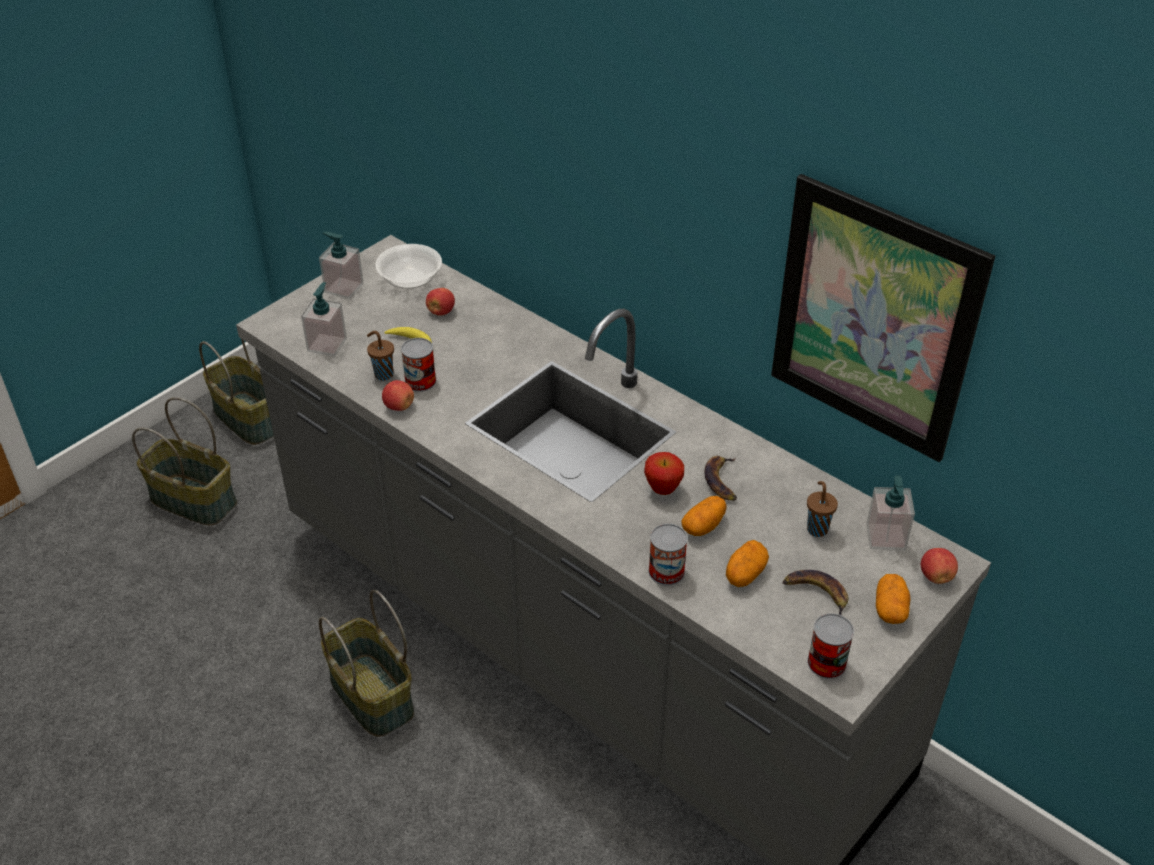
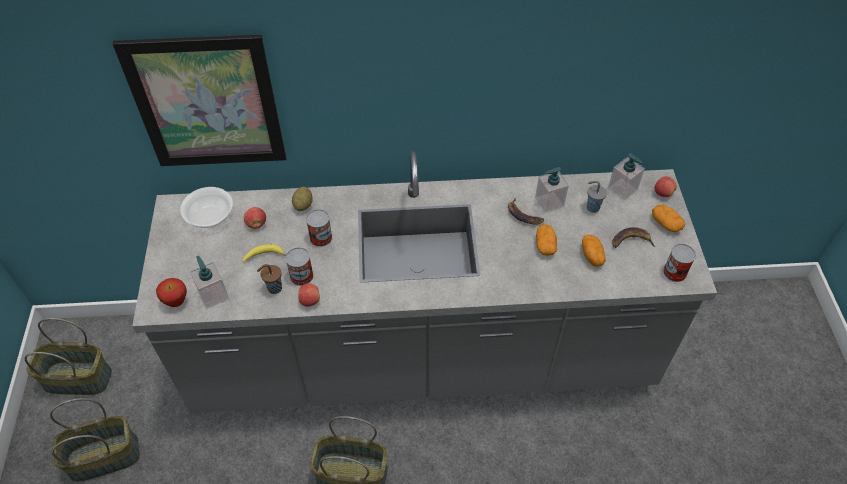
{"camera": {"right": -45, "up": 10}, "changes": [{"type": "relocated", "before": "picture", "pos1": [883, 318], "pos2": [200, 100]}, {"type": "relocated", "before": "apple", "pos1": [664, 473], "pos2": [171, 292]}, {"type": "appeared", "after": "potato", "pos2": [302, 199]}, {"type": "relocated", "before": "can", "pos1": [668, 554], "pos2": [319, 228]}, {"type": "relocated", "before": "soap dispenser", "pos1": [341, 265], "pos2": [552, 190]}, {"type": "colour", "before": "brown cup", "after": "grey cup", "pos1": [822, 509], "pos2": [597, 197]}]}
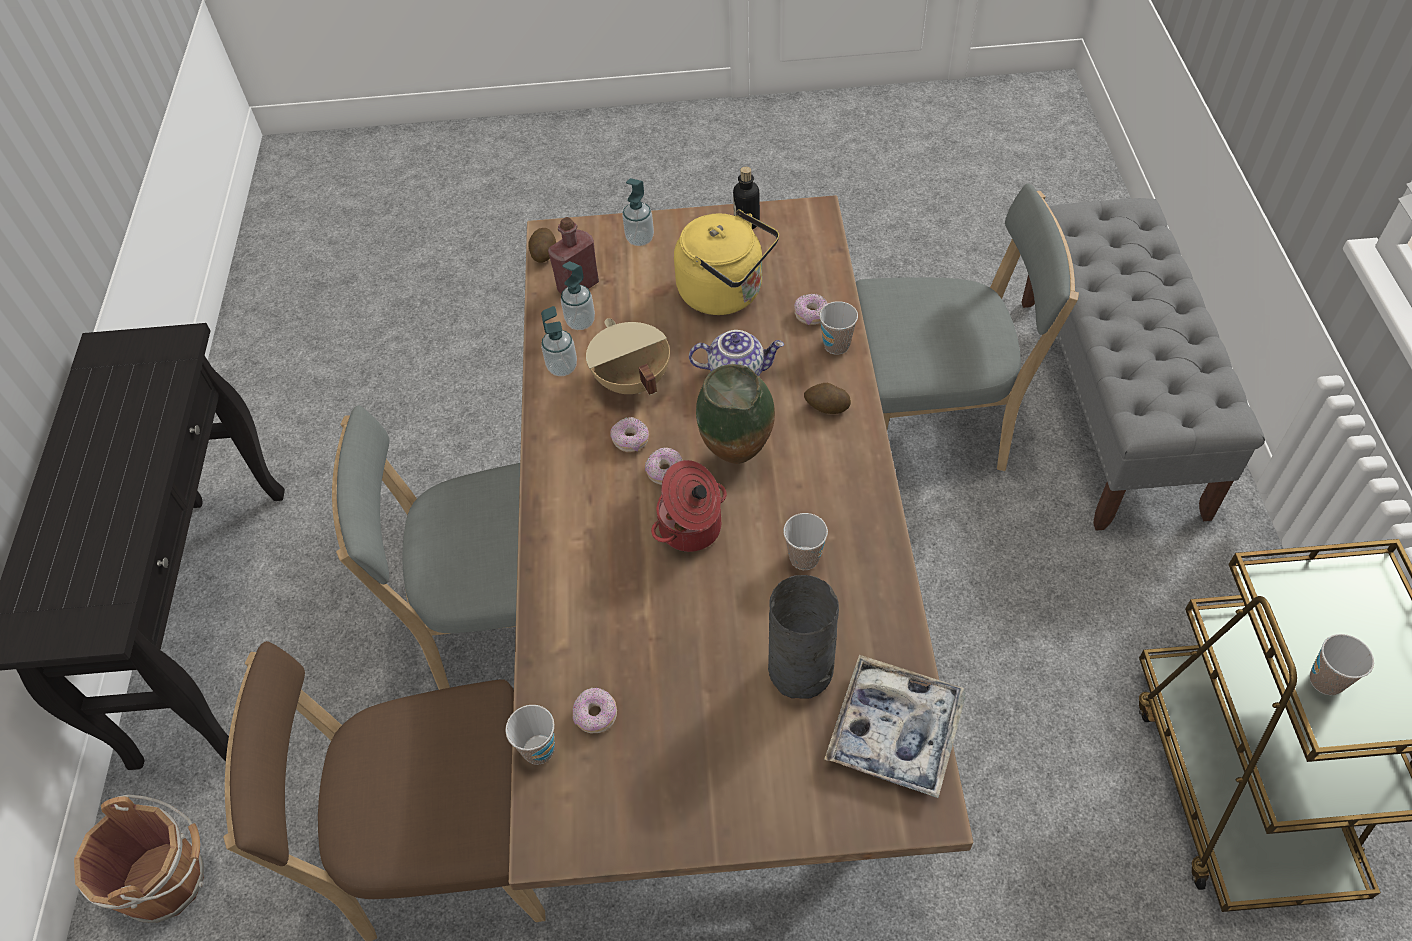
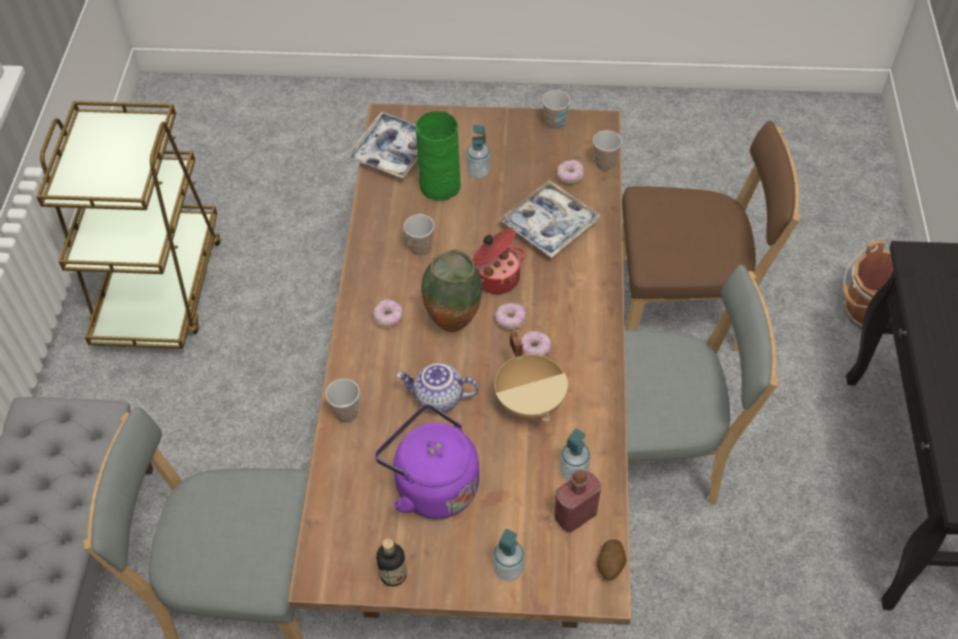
{"camera": {"right": -175, "up": 0}, "changes": [{"type": "relocated", "before": "donut", "pos1": [811, 309], "pos2": [388, 313]}, {"type": "colour", "before": "yellow kettle", "after": "purple kettle", "pos1": [726, 262], "pos2": [427, 461]}, {"type": "colour", "before": "grey vase", "after": "green vase", "pos1": [803, 637], "pos2": [438, 156]}, {"type": "relocated", "before": "soap dispenser", "pos1": [559, 341], "pos2": [478, 152]}, {"type": "appeared", "after": "tray", "pos2": [549, 219]}, {"type": "relocated", "before": "cup", "pos1": [1342, 664], "pos2": [556, 110]}, {"type": "missing", "before": "potato", "pos1": [827, 398]}]}
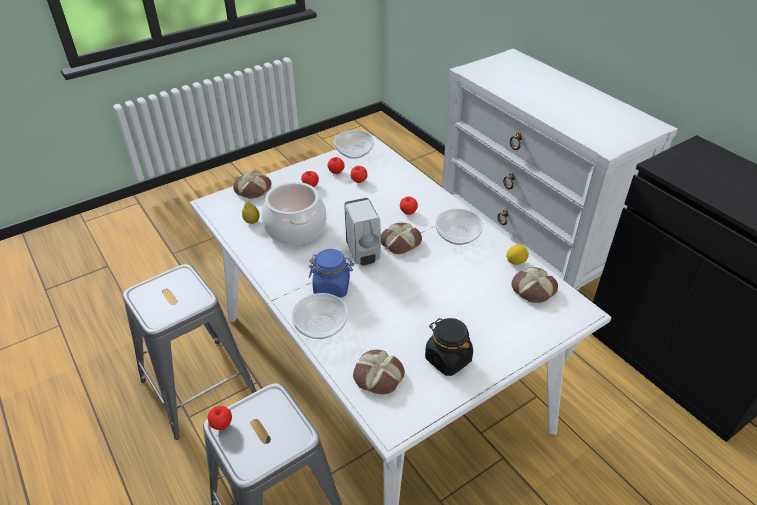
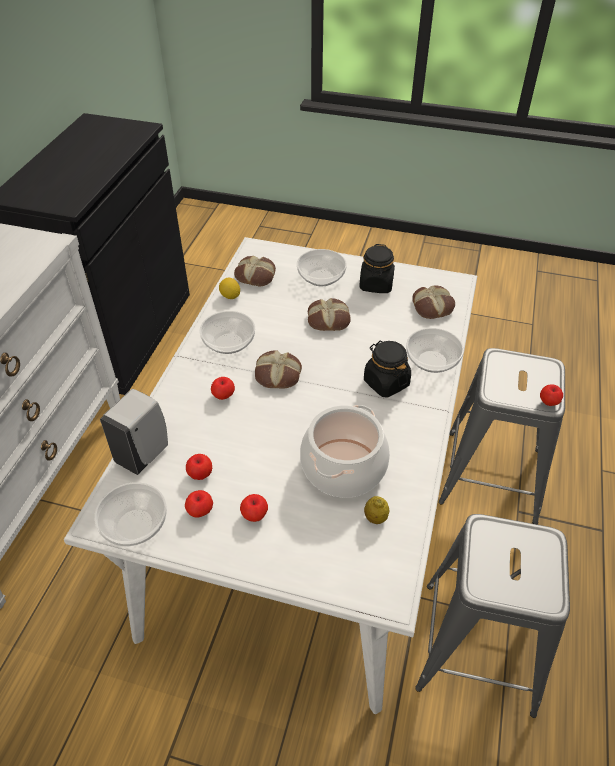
{"camera": {"right": -130, "up": 5}, "changes": [{"type": "relocated", "before": "white soap dispenser", "pos1": [362, 231], "pos2": [134, 432]}, {"type": "appeared", "after": "bowl", "pos2": [322, 267]}, {"type": "relocated", "before": "bread", "pos1": [252, 185], "pos2": [329, 314]}, {"type": "colour", "before": "blue jar", "after": "black jar", "pos1": [331, 273], "pos2": [387, 369]}]}
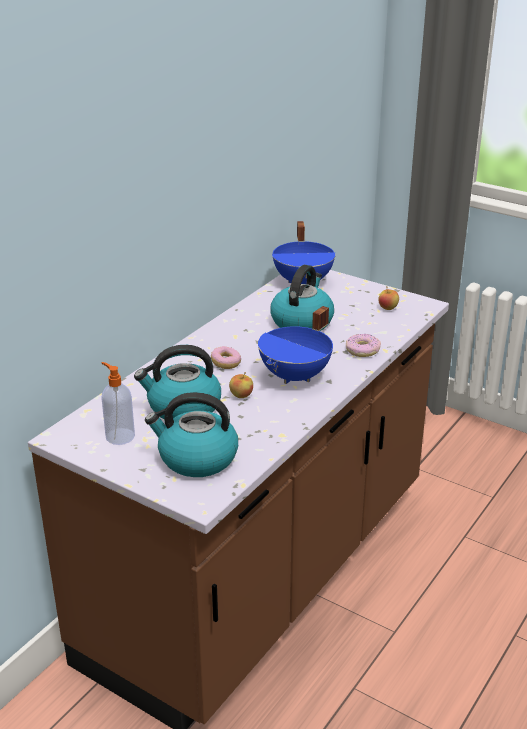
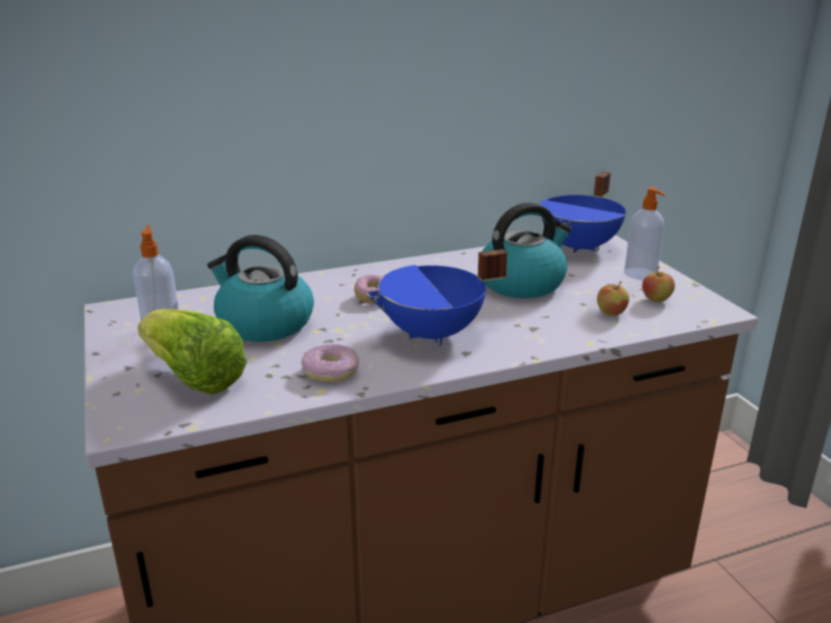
{"camera": {"right": 35, "up": -5}, "changes": [{"type": "exchanged", "before": "kettle", "after": "lettuce", "pos1": [191, 434], "pos2": [192, 352]}, {"type": "relocated", "before": "donut", "pos1": [363, 345], "pos2": [330, 363]}, {"type": "relocated", "before": "apple", "pos1": [241, 385], "pos2": [613, 298]}, {"type": "appeared", "after": "soap dispenser", "pos2": [644, 233]}]}
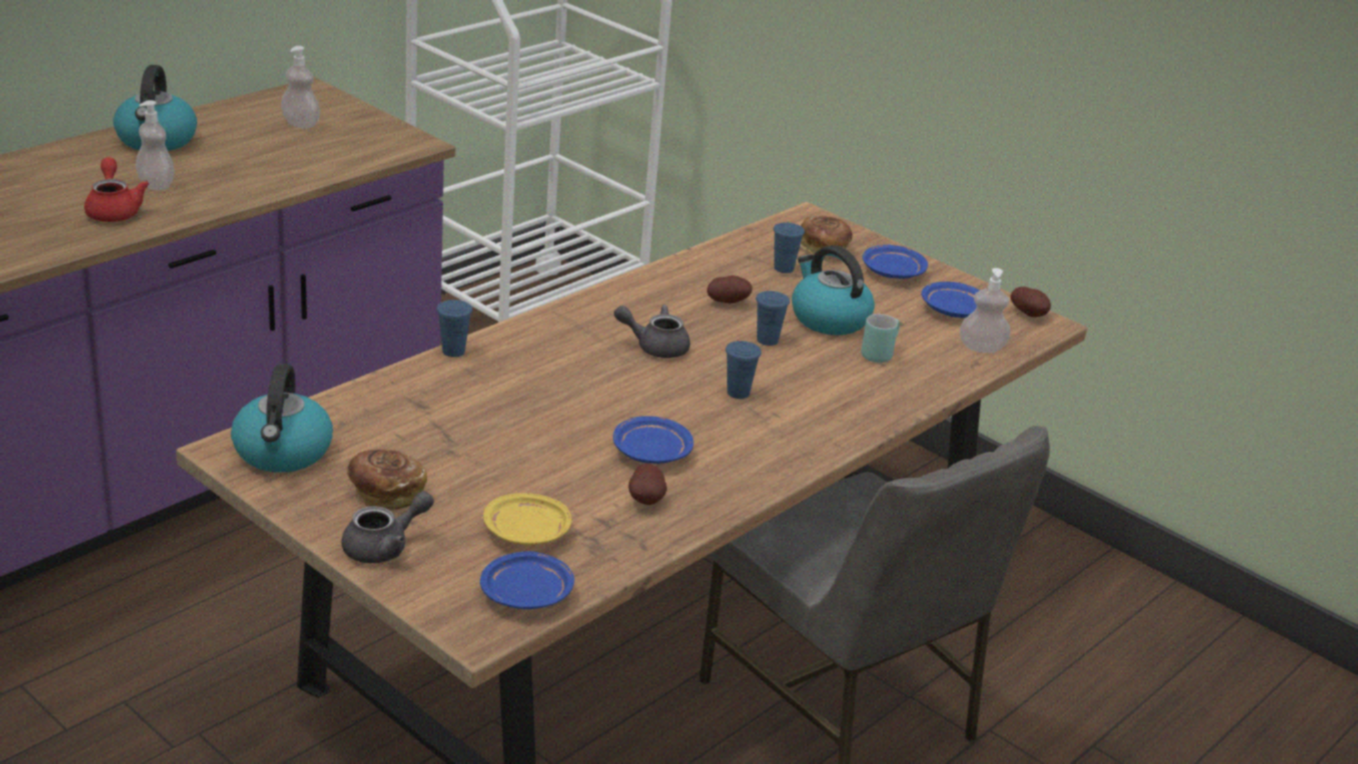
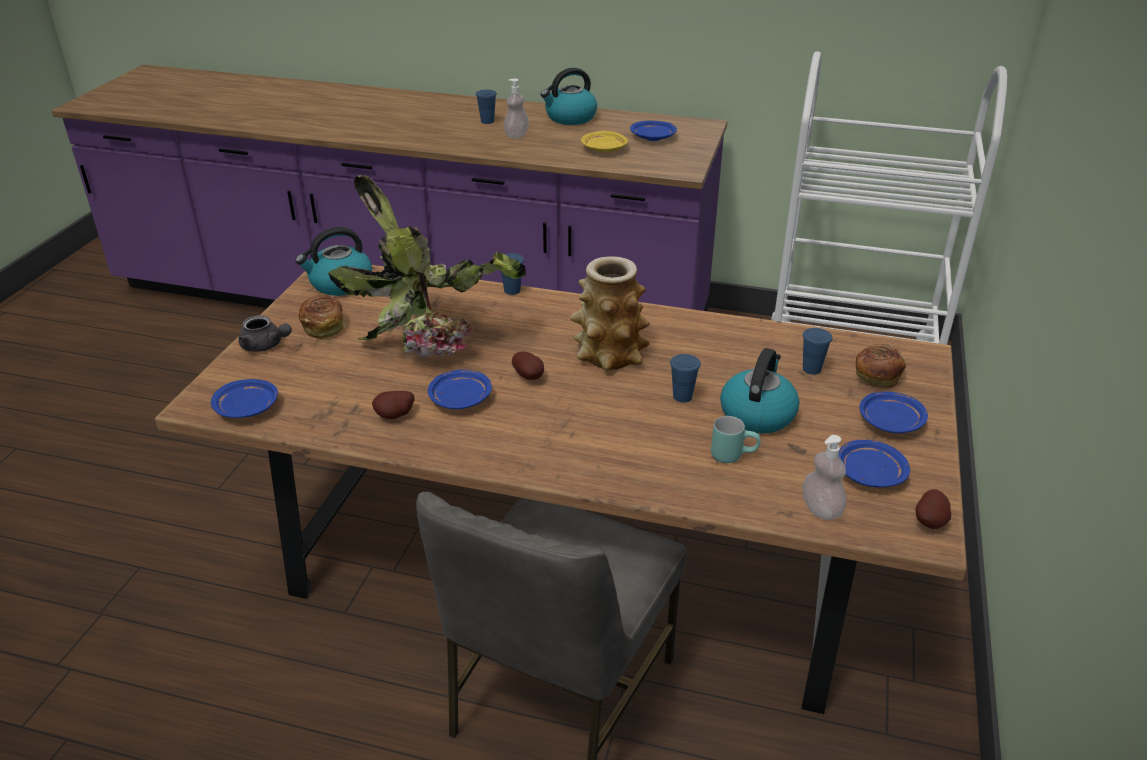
{"camera": {"right": 65, "up": 5}, "changes": [{"type": "appeared", "after": "potted plant", "pos2": [427, 266]}, {"type": "relocated", "before": "blue cup", "pos1": [743, 370], "pos2": [486, 107]}, {"type": "relocated", "before": "potato", "pos1": [730, 289], "pos2": [528, 365]}, {"type": "exchanged", "before": "grey teapot", "after": "vase", "pos1": [652, 331], "pos2": [610, 313]}, {"type": "relocated", "before": "yellow plate", "pos1": [527, 519], "pos2": [604, 142]}, {"type": "exchanged", "before": "soap dispenser", "after": "blue plate", "pos1": [300, 87], "pos2": [653, 131]}, {"type": "missing", "before": "red teapot", "pos1": [116, 189]}]}
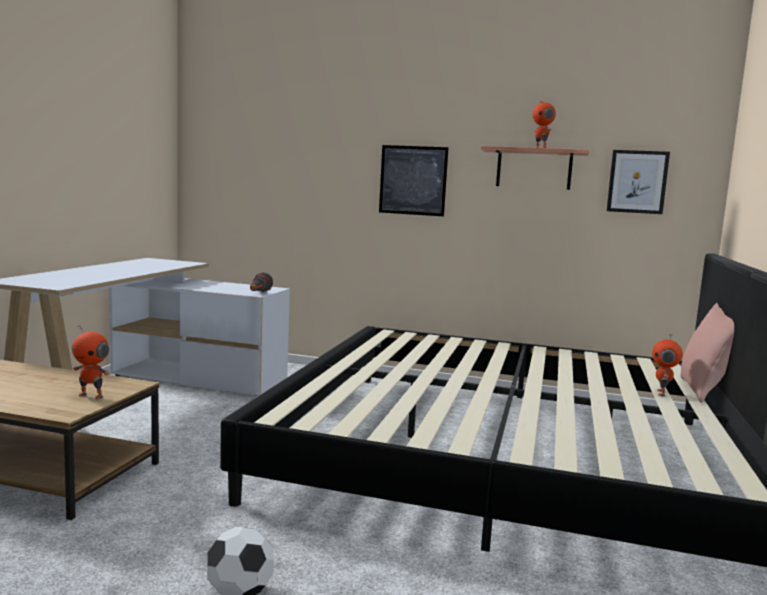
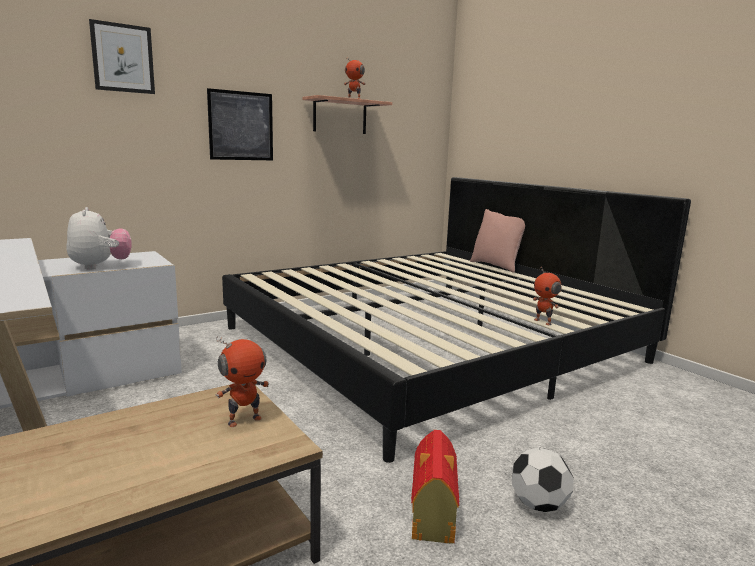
{"camera": {"right": -50, "up": 5}, "changes": [{"type": "appeared", "after": "plush toy", "pos2": [99, 238]}, {"type": "relocated", "before": "picture", "pos1": [638, 182], "pos2": [122, 56]}, {"type": "appeared", "after": "toy house", "pos2": [435, 487]}, {"type": "relocated", "before": "toy robot", "pos1": [667, 365], "pos2": [547, 295]}, {"type": "missing", "before": "flashlight", "pos1": [261, 282]}]}
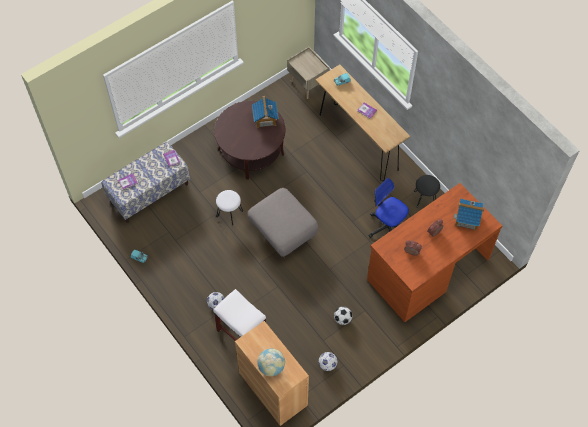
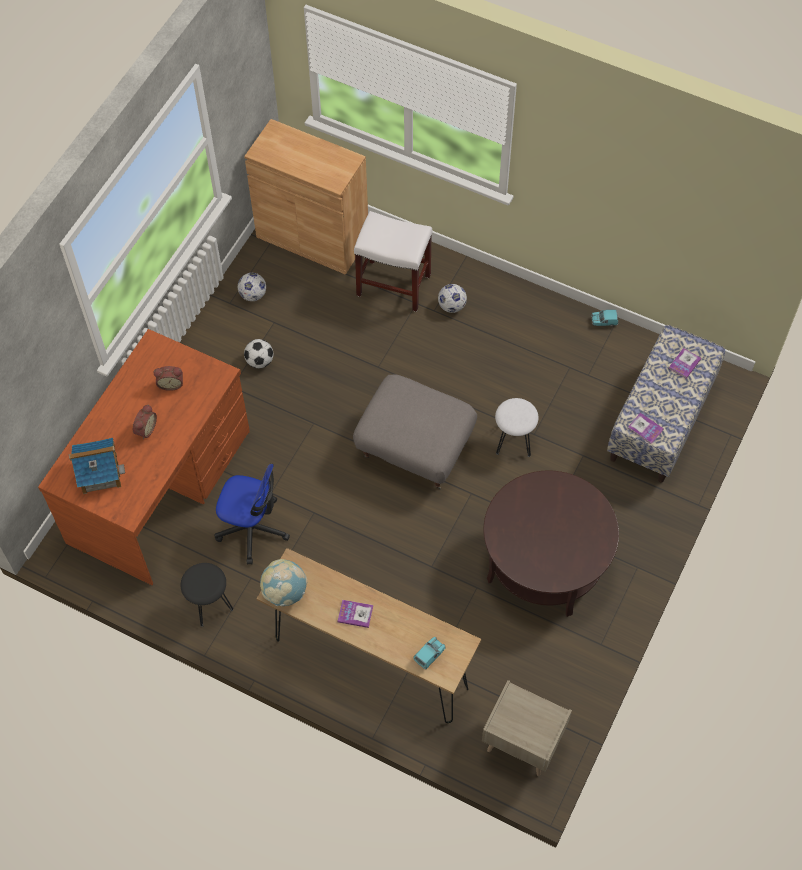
{"camera": {"right": 155, "up": 0}, "changes": [{"type": "relocated", "before": "globe", "pos1": [271, 362], "pos2": [283, 583]}, {"type": "missing", "before": "toy house", "pos1": [265, 112]}]}
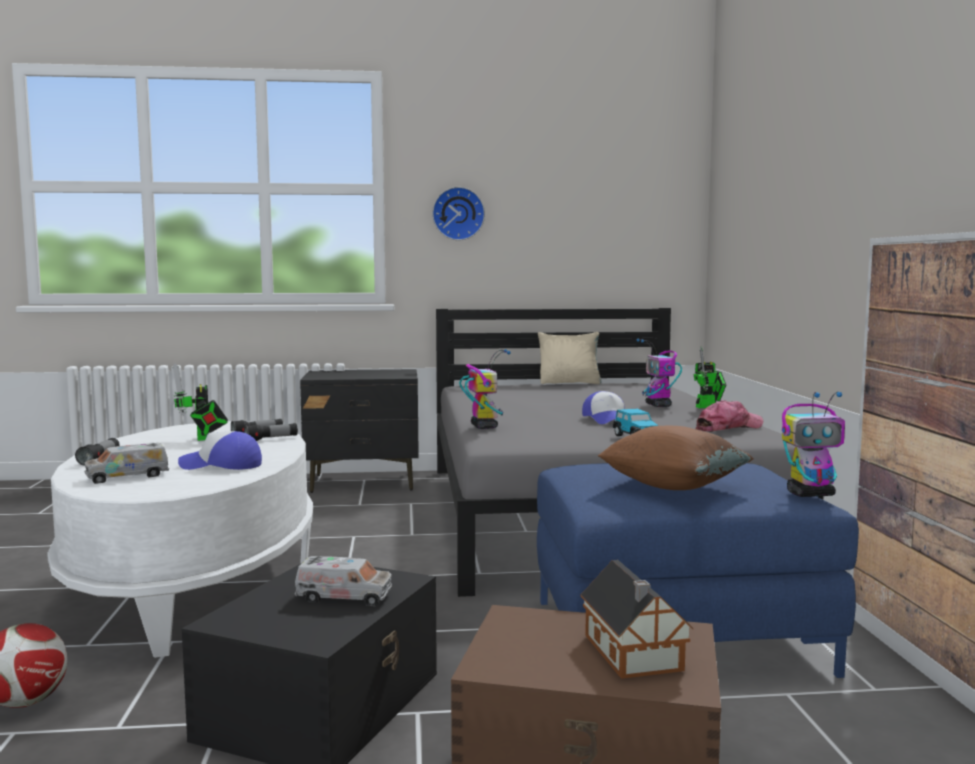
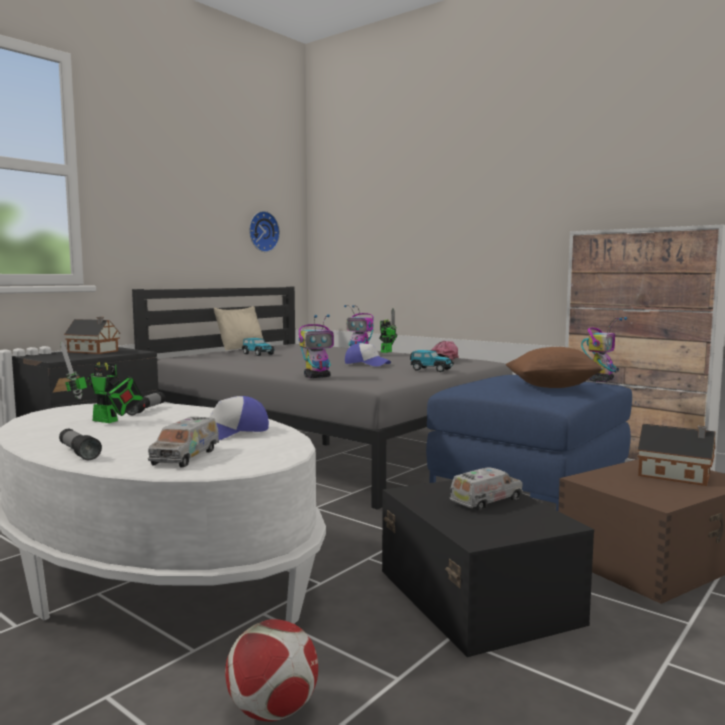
{"camera": {"right": -45, "up": 0}, "changes": [{"type": "appeared", "after": "toy house", "pos2": [92, 335]}, {"type": "appeared", "after": "toy car", "pos2": [258, 347]}, {"type": "relocated", "before": "wall clock", "pos1": [458, 213], "pos2": [264, 231]}, {"type": "spun", "before": "toy robot", "pos1": [485, 389], "pos2": [316, 346], "turn": 120}, {"type": "missing", "before": "flashlight", "pos1": [271, 432]}]}
